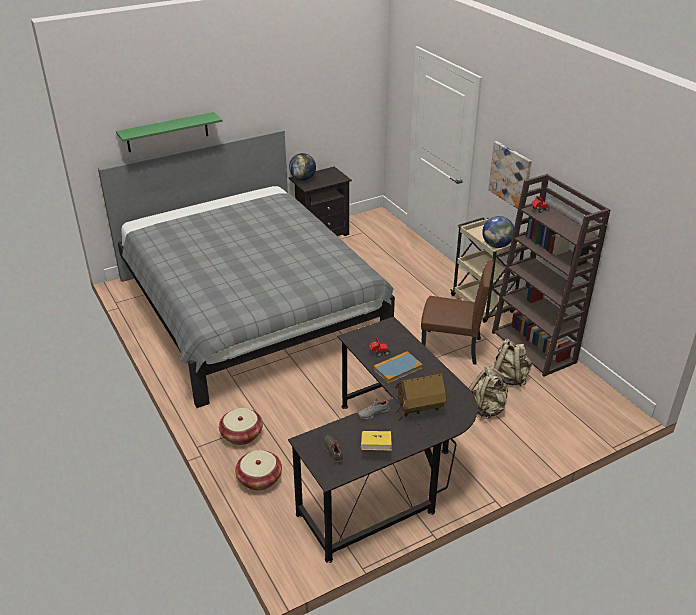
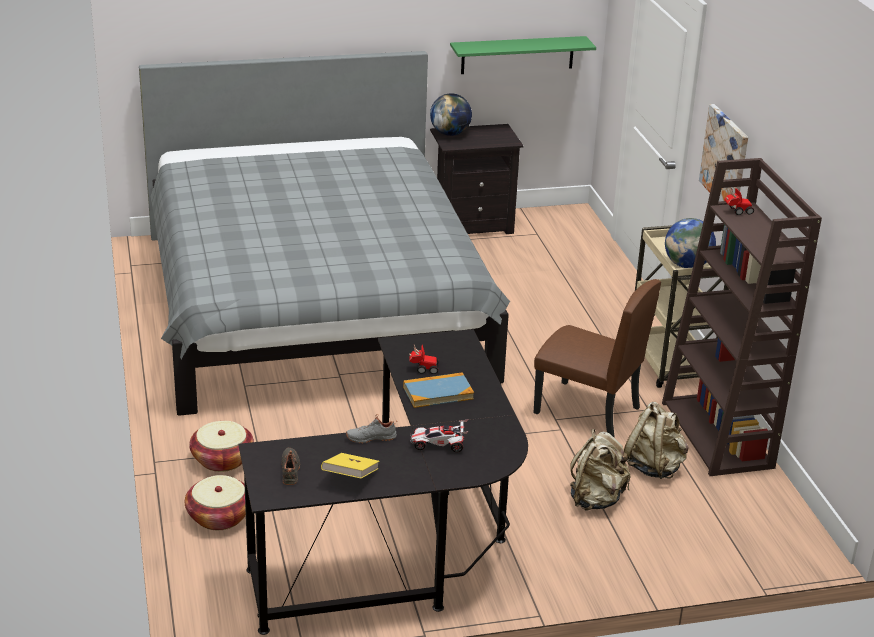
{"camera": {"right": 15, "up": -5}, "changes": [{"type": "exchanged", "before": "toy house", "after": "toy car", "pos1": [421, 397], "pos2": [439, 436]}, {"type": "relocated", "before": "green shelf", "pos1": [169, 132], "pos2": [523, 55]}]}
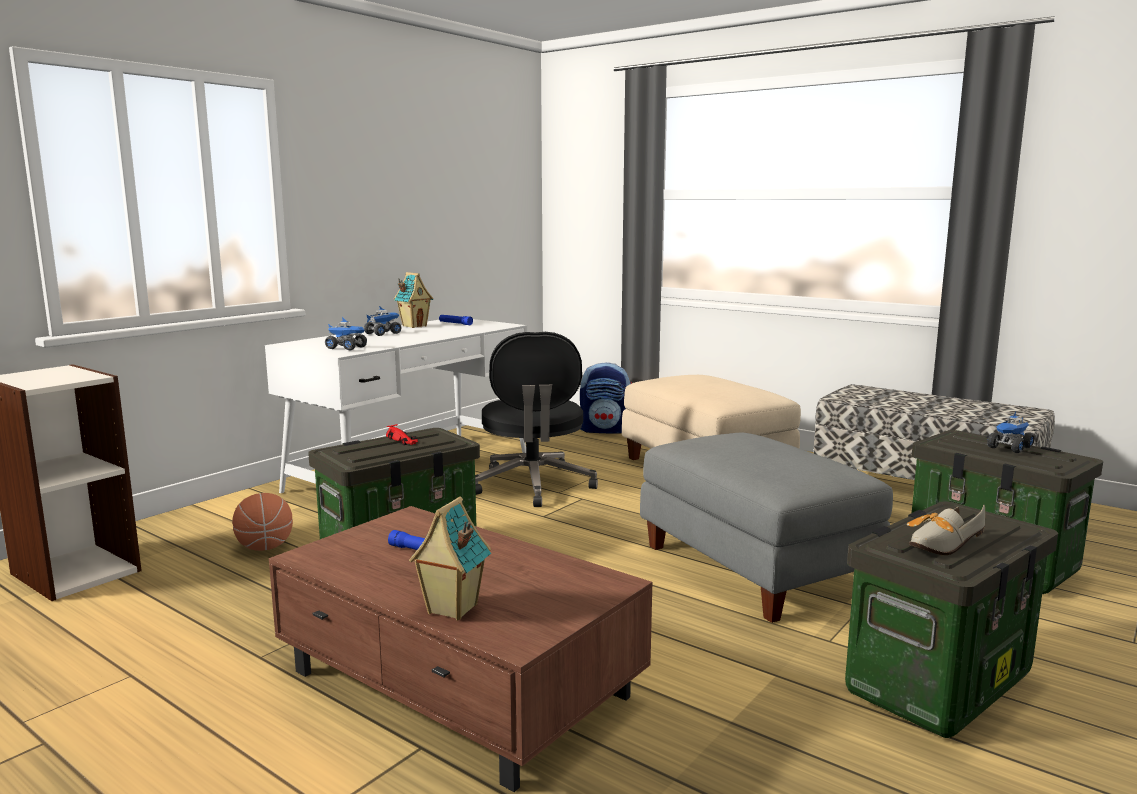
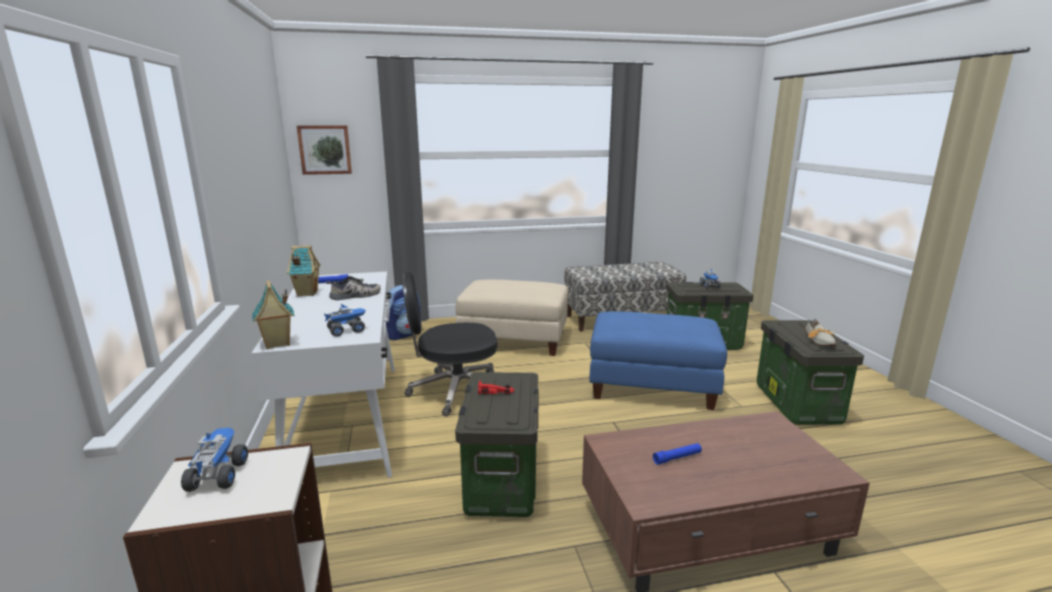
{"camera": {"right": -50, "up": 5}, "changes": [{"type": "relocated", "before": "toy truck", "pos1": [382, 321], "pos2": [214, 460]}, {"type": "relocated", "before": "toy house", "pos1": [450, 558], "pos2": [273, 314]}, {"type": "appeared", "after": "picture", "pos2": [324, 150]}, {"type": "appeared", "after": "shoe", "pos2": [353, 288]}, {"type": "spun", "before": "black office chair", "pos1": [536, 419], "pos2": [449, 344], "turn": 135}, {"type": "colour", "before": "grey ottoman", "after": "blue ottoman", "pos1": [766, 528], "pos2": [658, 360]}, {"type": "missing", "before": "basketball", "pos1": [262, 522]}]}
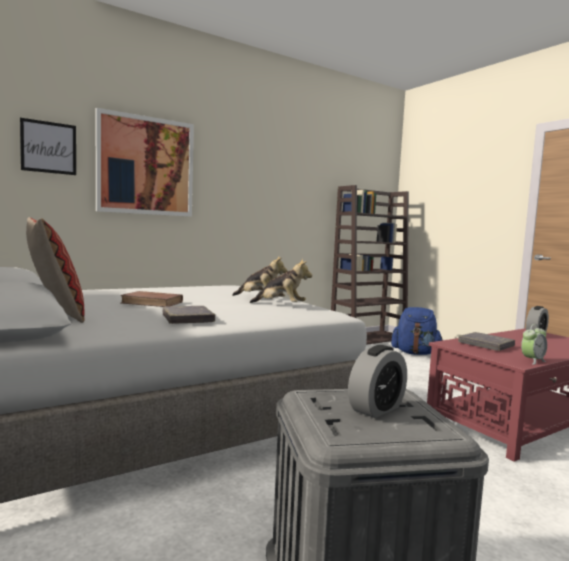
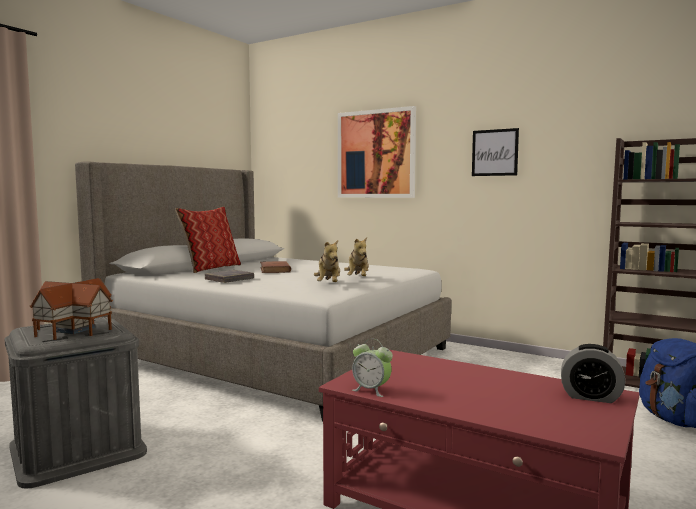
{"camera": {"right": 65, "up": 0}, "changes": [{"type": "exchanged", "before": "alarm clock", "after": "toy house", "pos1": [377, 381], "pos2": [71, 309]}, {"type": "relocated", "before": "picture", "pos1": [48, 146], "pos2": [495, 152]}, {"type": "missing", "before": "grey book", "pos1": [486, 341]}]}
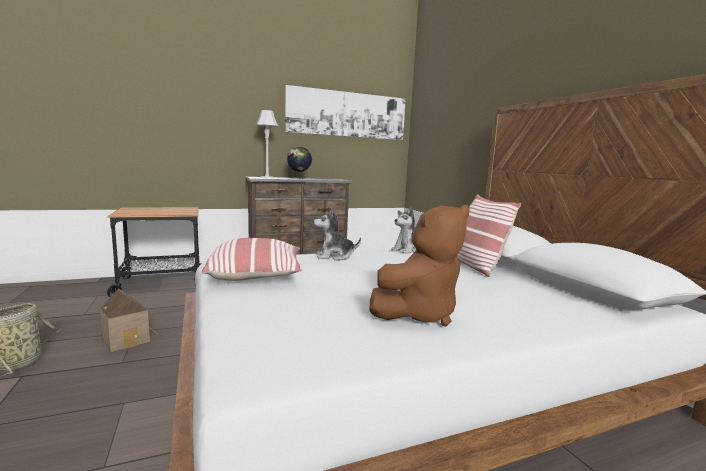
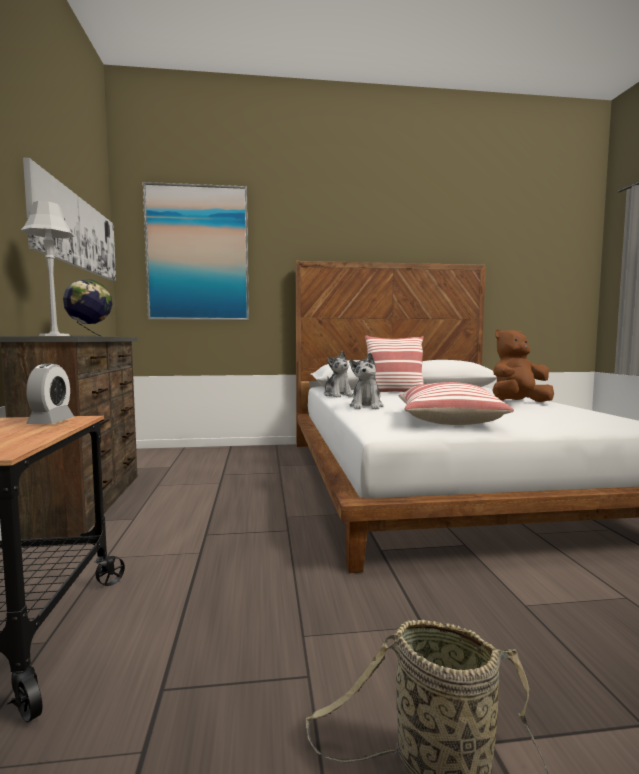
{"camera": {"right": -75, "up": -5}, "changes": [{"type": "appeared", "after": "alarm clock", "pos2": [50, 393]}, {"type": "appeared", "after": "picture", "pos2": [196, 251]}, {"type": "spun", "before": "brown plush toy", "pos1": [419, 266], "pos2": [523, 365], "turn": -90}, {"type": "missing", "before": "toy house", "pos1": [129, 320]}]}
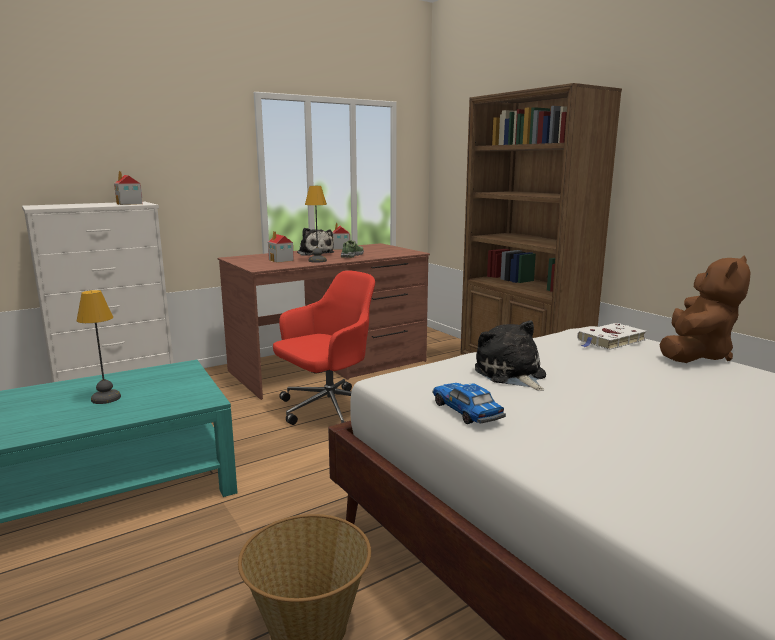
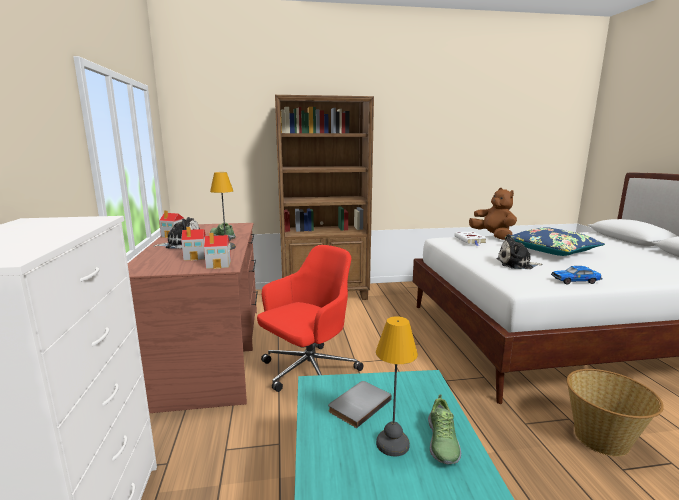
{"camera": {"right": -65, "up": 0}, "changes": [{"type": "relocated", "before": "toy house", "pos1": [128, 188], "pos2": [217, 251]}, {"type": "spun", "before": "red office chair", "pos1": [324, 348], "pos2": [310, 318], "turn": 60}, {"type": "appeared", "after": "grey book", "pos2": [360, 404]}, {"type": "appeared", "after": "shoe", "pos2": [444, 429]}, {"type": "appeared", "after": "blue pillow", "pos2": [555, 241]}]}
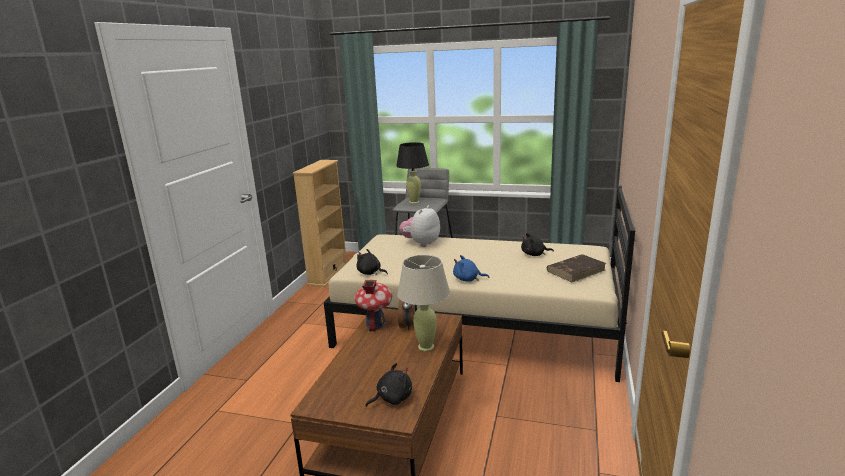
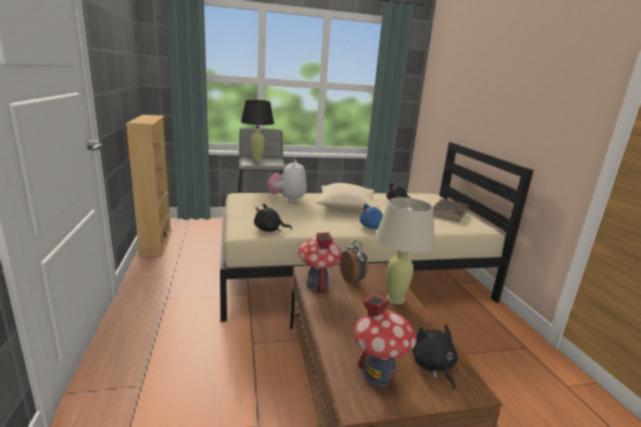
{"camera": {"right": -30, "up": 0}, "changes": [{"type": "appeared", "after": "beige pillow", "pos2": [347, 196]}, {"type": "appeared", "after": "toy house", "pos2": [385, 340]}, {"type": "spun", "before": "black plush toy", "pos1": [388, 385], "pos2": [435, 356], "turn": -45}]}
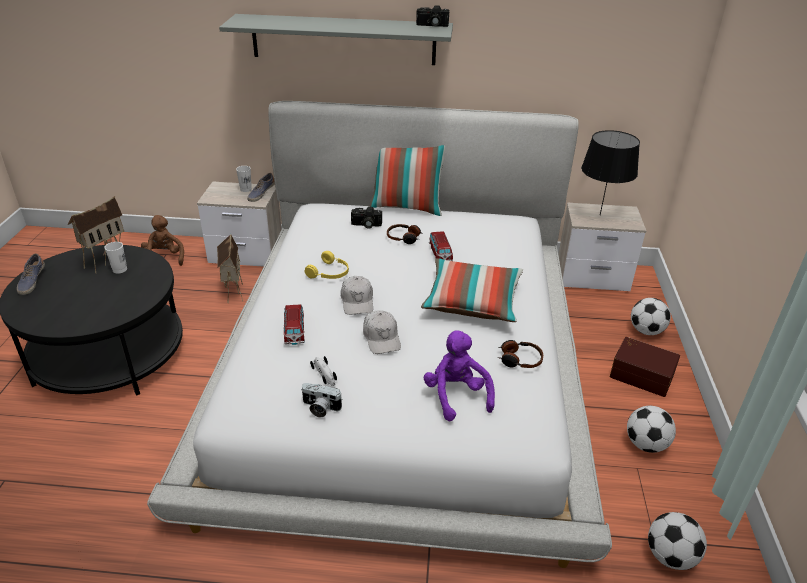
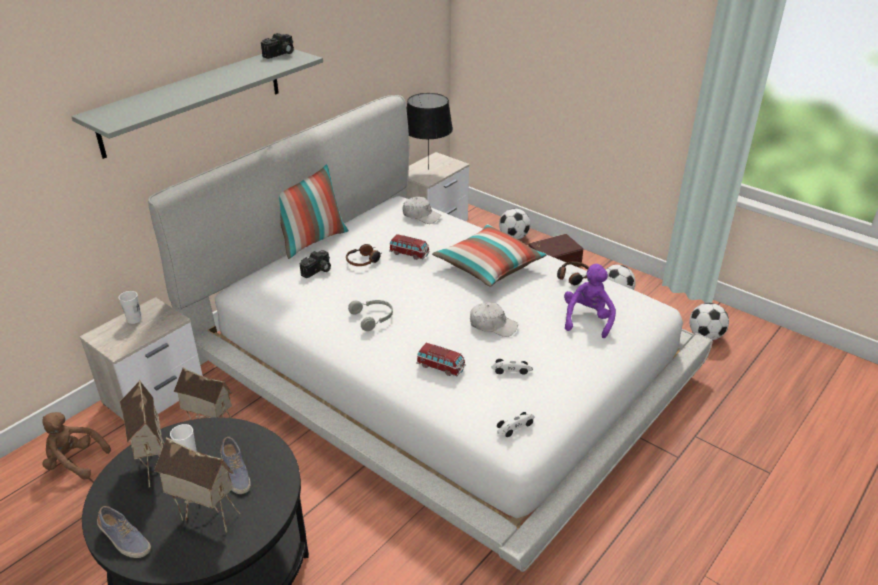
{"camera": {"right": -55, "up": 0}, "changes": [{"type": "appeared", "after": "toy house", "pos2": [197, 485]}, {"type": "relocated", "before": "shoe", "pos1": [261, 187], "pos2": [235, 465]}, {"type": "colour", "before": "yellow headphones", "after": "grey headphones", "pos1": [327, 265], "pos2": [370, 315]}, {"type": "relocated", "before": "white cap", "pos1": [357, 295], "pos2": [421, 210]}, {"type": "appeared", "after": "toy car", "pos2": [516, 424]}, {"type": "spun", "before": "purple plush toy", "pos1": [459, 375], "pos2": [590, 301], "turn": 90}, {"type": "missing", "before": "photo camera", "pos1": [321, 400]}]}
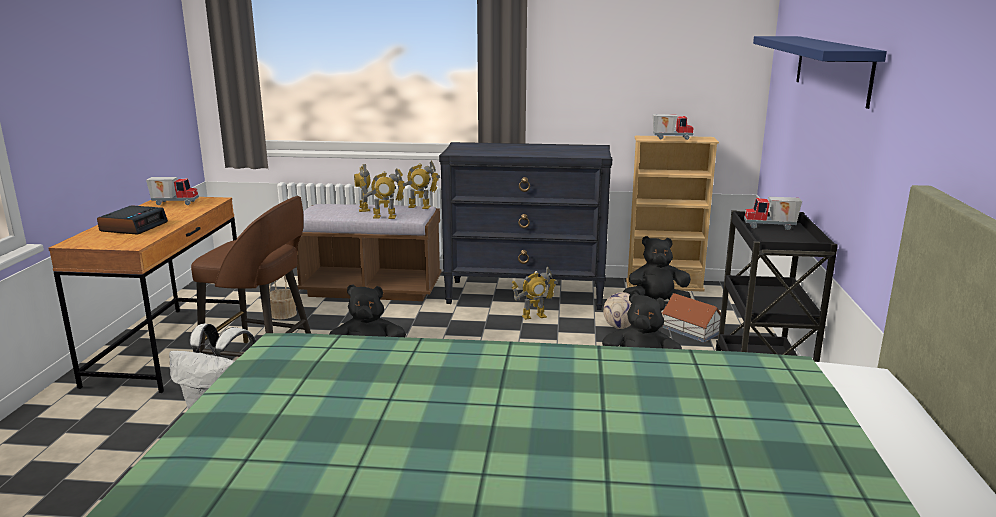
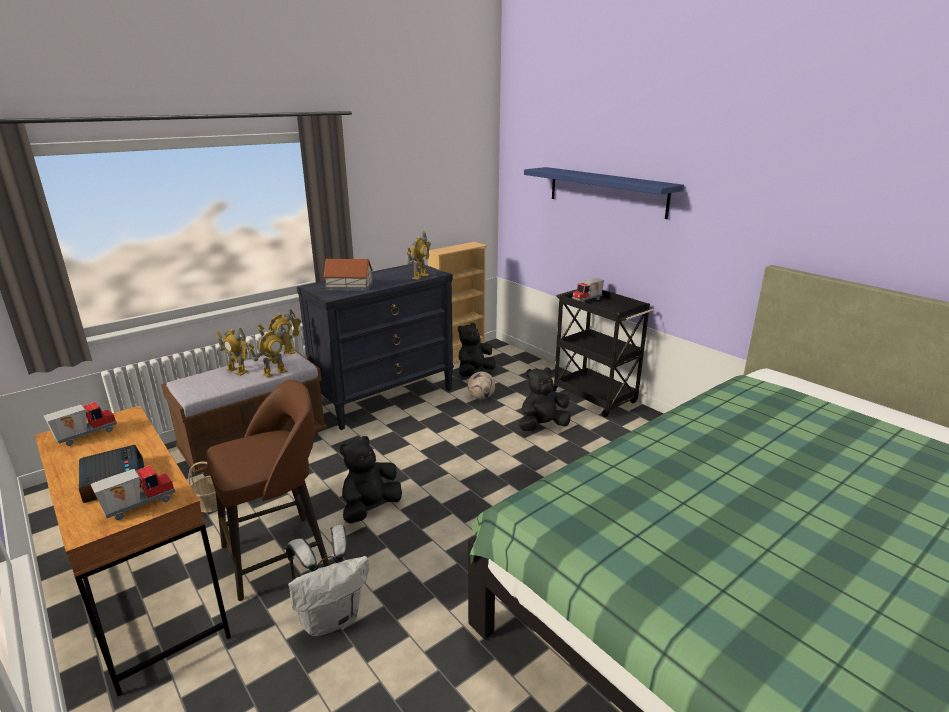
{"camera": {"right": -45, "up": 5}, "changes": [{"type": "relocated", "before": "toy truck", "pos1": [673, 127], "pos2": [133, 492]}, {"type": "relocated", "before": "toy house", "pos1": [691, 318], "pos2": [348, 275]}, {"type": "relocated", "before": "toy robot", "pos1": [534, 293], "pos2": [419, 256]}]}
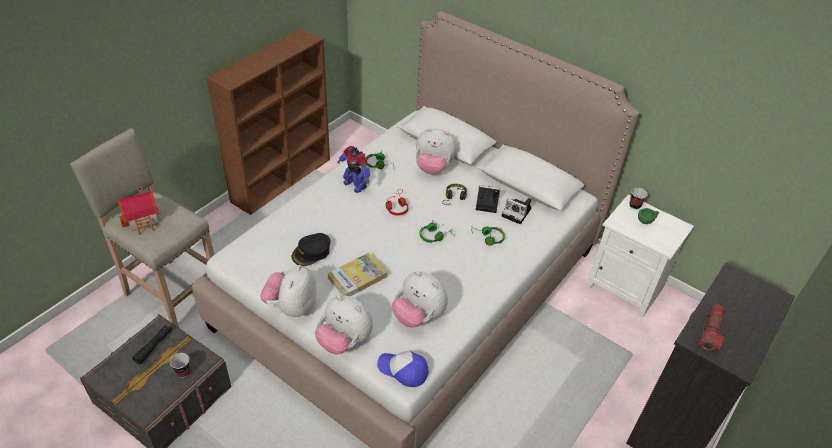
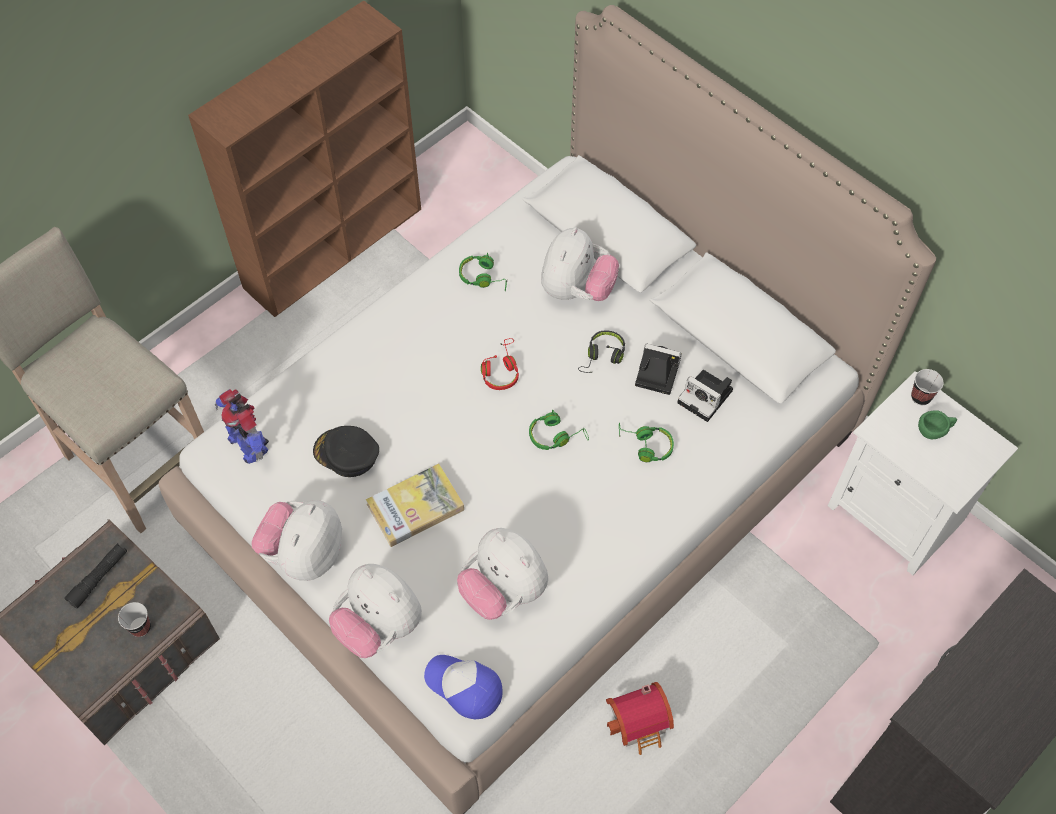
{"camera": {"right": 10, "up": 15}, "changes": [{"type": "relocated", "before": "toy robot", "pos1": [353, 169], "pos2": [242, 426]}, {"type": "spun", "before": "black cap", "pos1": [311, 249], "pos2": [346, 451], "turn": 60}, {"type": "spun", "before": "plush toy", "pos1": [436, 151], "pos2": [580, 264], "turn": -90}, {"type": "relocated", "before": "toy house", "pos1": [138, 211], "pos2": [640, 718]}, {"type": "missing", "before": "flashlight", "pos1": [711, 327]}]}
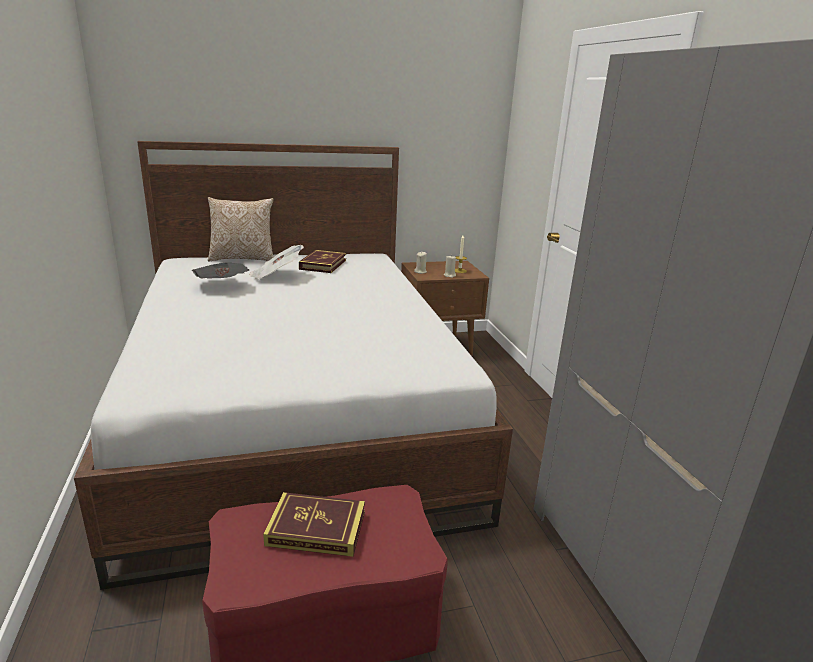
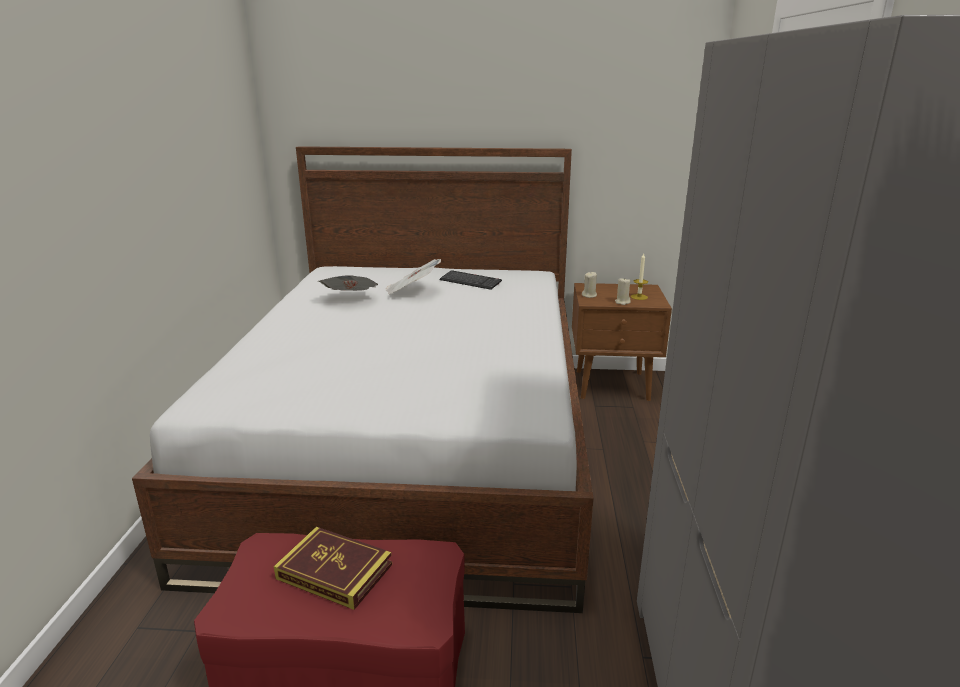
{"camera": {"right": 20, "up": 0}, "changes": [{"type": "exchanged", "before": "book", "after": "keyboard", "pos1": [322, 261], "pos2": [470, 280]}, {"type": "missing", "before": "pillow", "pos1": [241, 229]}]}
